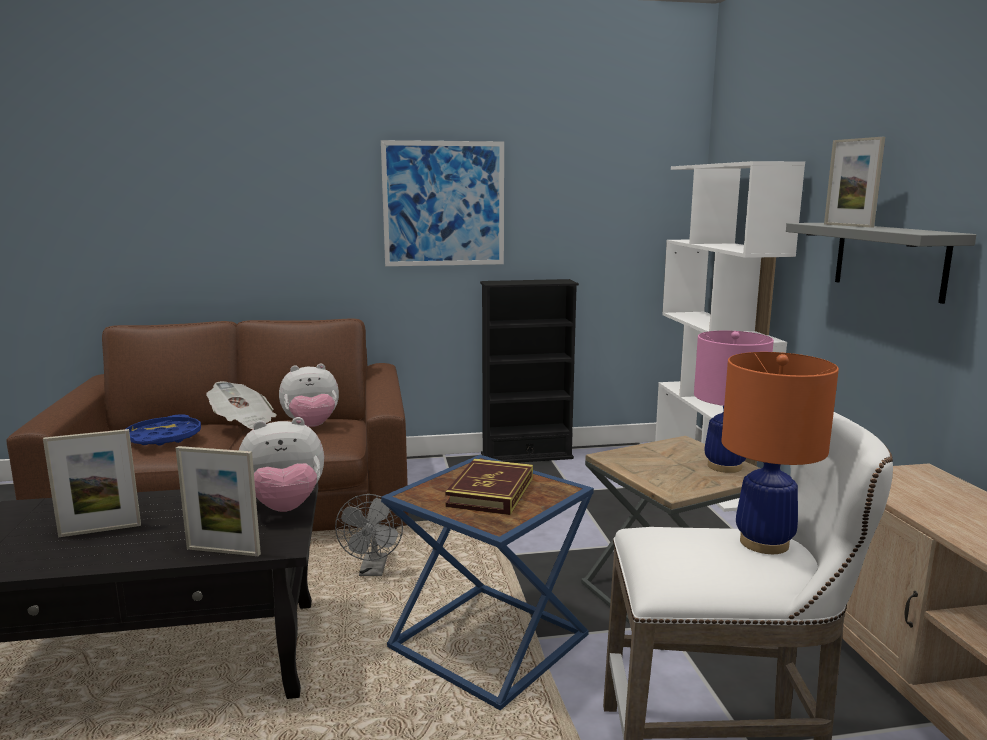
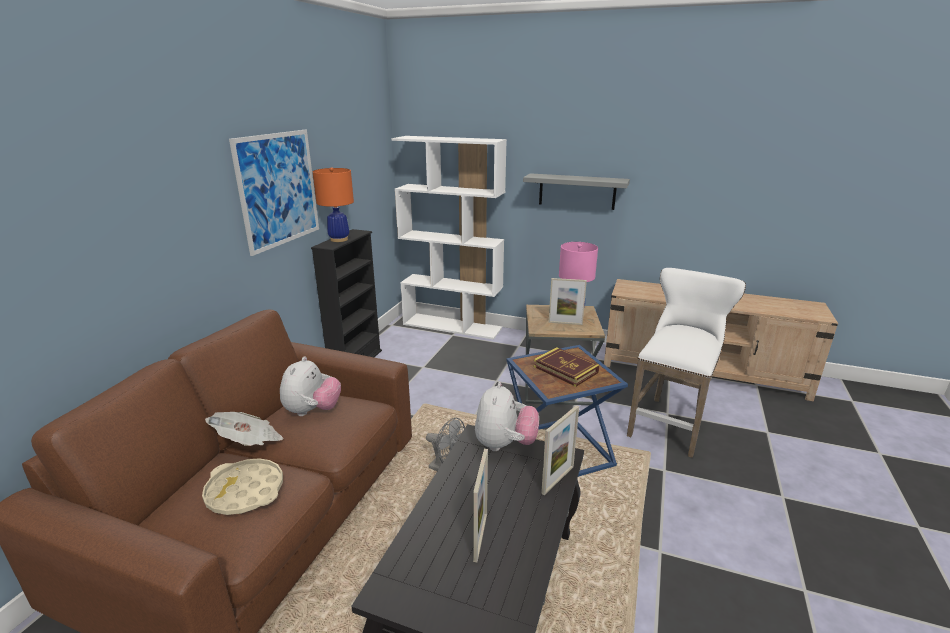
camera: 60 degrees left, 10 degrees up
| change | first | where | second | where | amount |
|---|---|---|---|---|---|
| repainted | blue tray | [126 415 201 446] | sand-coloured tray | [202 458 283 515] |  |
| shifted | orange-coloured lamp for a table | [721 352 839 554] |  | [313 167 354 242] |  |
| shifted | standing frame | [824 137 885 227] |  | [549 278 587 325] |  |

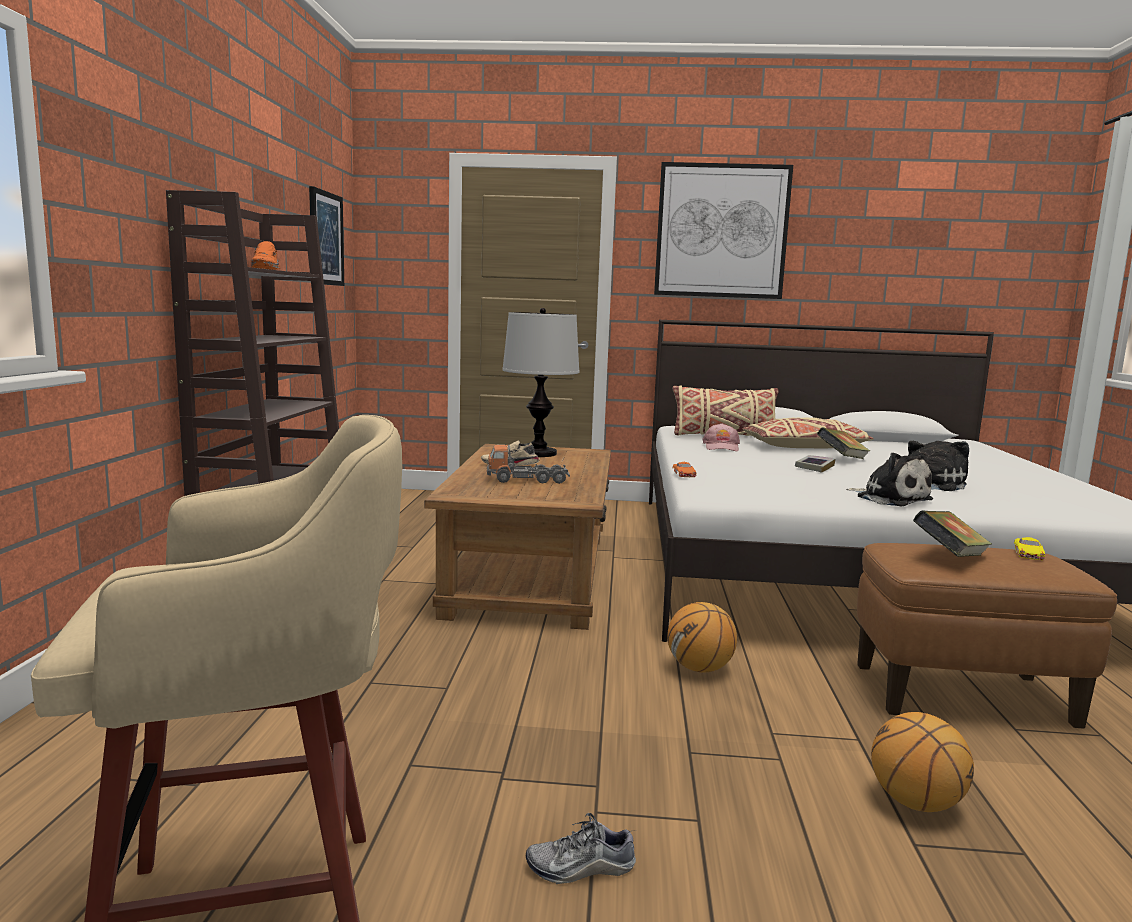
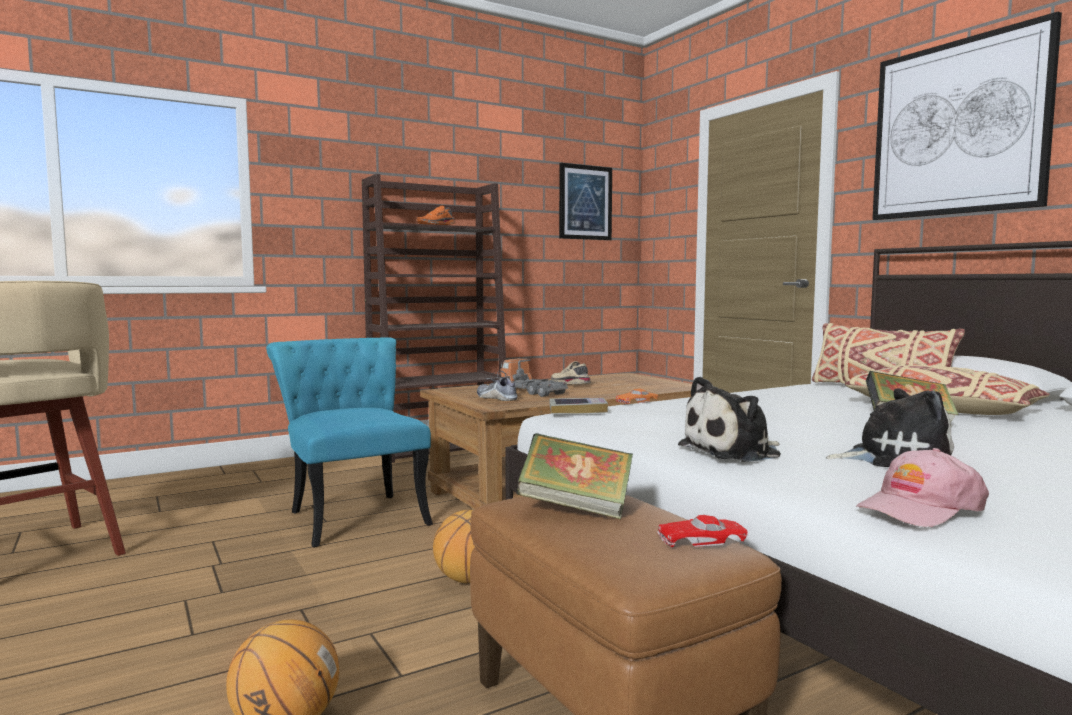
camera: 55 degrees right, 5 degrees down
| change | first | where | second | where | amount |
|---|---|---|---|---|---|
| new |  |  | blue-green upright chair | [266 337 433 547] |  |
| shifted | shoe | [526 813 636 884] |  | [477 371 517 401] |  |
| shifted | volume | [795 455 836 473] |  | [550 398 608 414] |  |
| repainted | yellow toy car | [1014 537 1045 560] | red toy car | [657 515 748 548] |  |
| rotated | plush toy | [846 452 933 507] |  | [678 376 781 462] | 45 degrees clockwise |
| shifted | pinkish peaked cap | [702 423 740 451] |  | [856 448 989 527] |  |
| gone | lamp for a table | [502 308 580 457] |  |  |  |

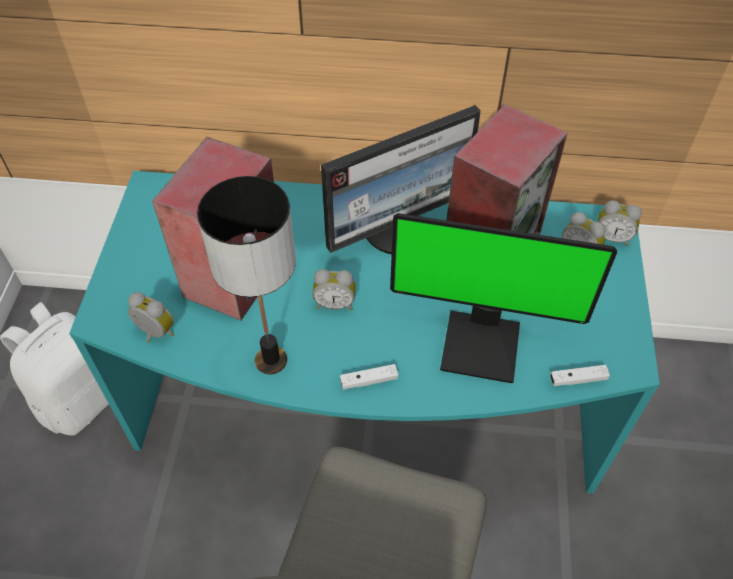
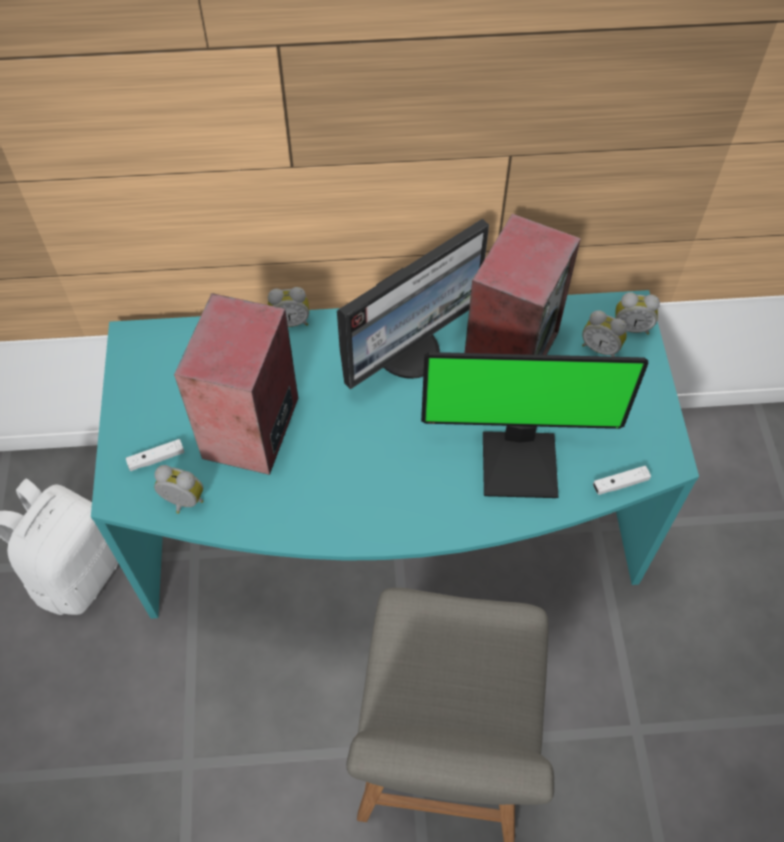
camera: 10 degrees left, 5 degrees up
| change | first | where | second | where | amount |
|---|---|---|---|---|---|
| shifted | whitish game controller | [340 364 398 390] |  | [126 439 184 471] |  |
| shifted | alarm clock | [312 269 356 310] |  | [268 287 309 327] |  |
| gone | lamp for a table | [197 176 296 374] |  |  |  |

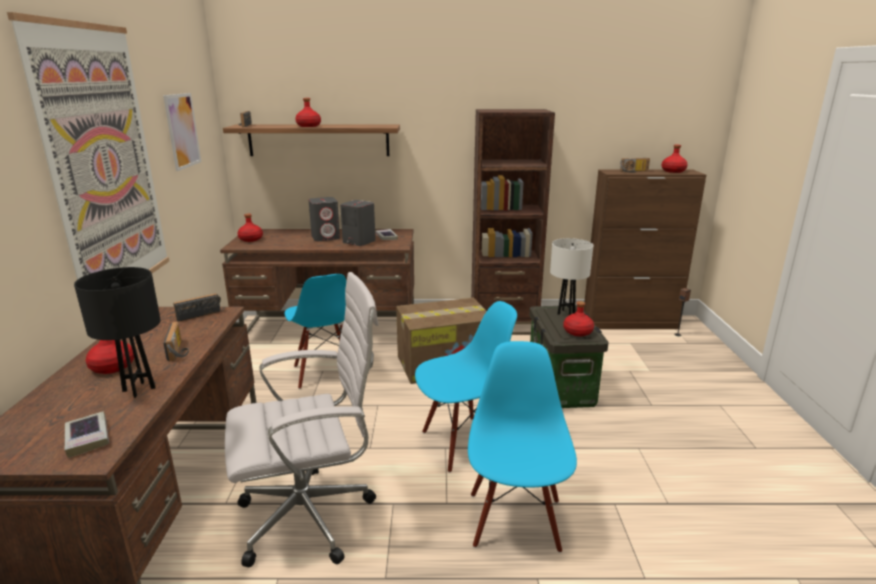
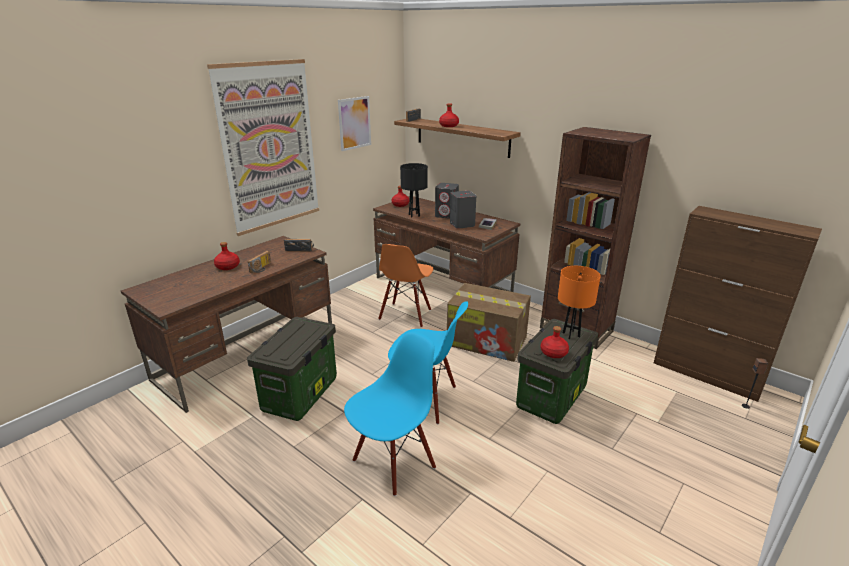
camera: 40 degrees right, 5 degrees up
| change | first | where | second | where | amount |
|---|---|---|---|---|---|
| swapped | whitish computer chair | [225 272 378 567] | storage container | [247 317 337 421] |  |
| repainted | blue upright chair | [285 274 346 389] | orange-coloured upright chair | [378 244 433 328] |  |
| shifted | blackish lamp for a table | [74 267 161 398] |  | [400 163 428 217] |  |
| repainted | whitish lamp for a table | [550 238 593 315] | orange-coloured lamp for a table | [558 266 601 339] |  |
| gone | volume | [64 411 109 458] |  |  |  |
| gone | radio receiver | [620 158 650 173] |  |  |  |
| gone | red drink bottle | [661 145 688 173] |  |  |  |

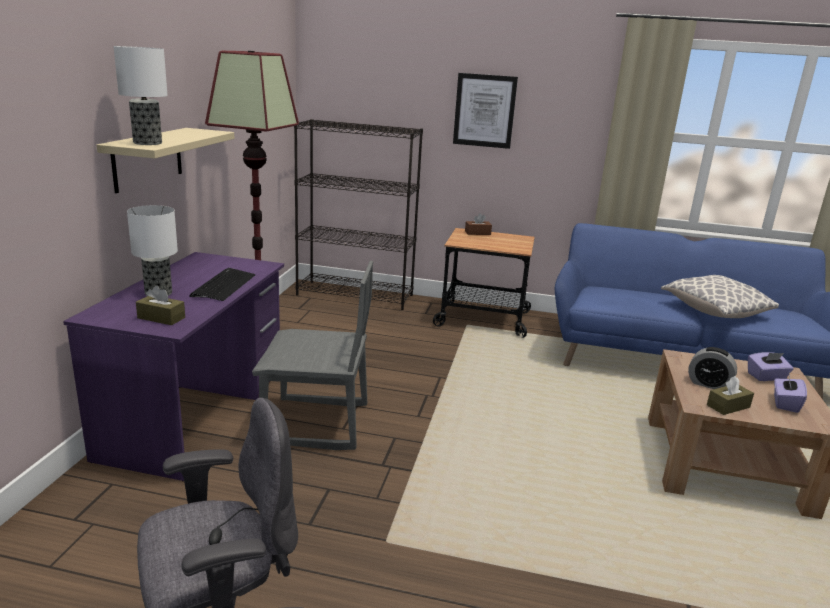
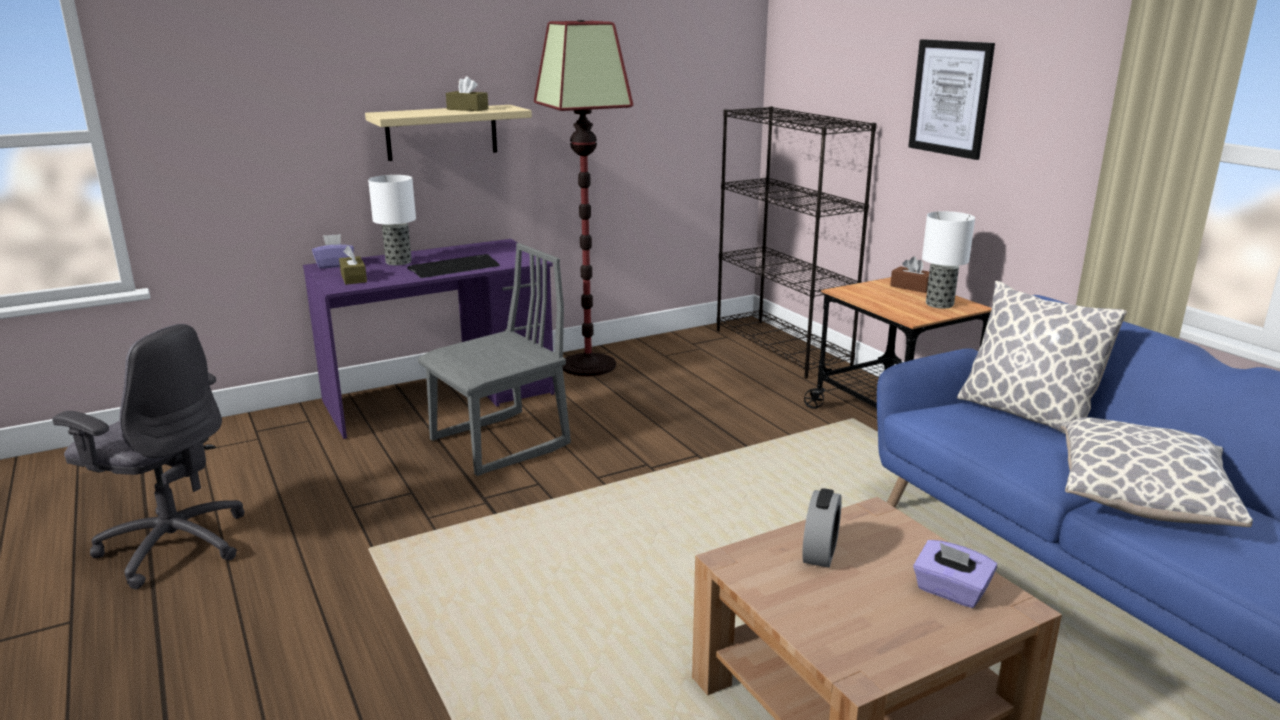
camera: 50 degrees right, 0 degrees up
| change | first | where | second | where | amount |
|---|---|---|---|---|---|
| shifted | purple box of tissues | [774 374 807 413] |  | [312 234 354 268] |  |
| rotated | gray upright chair | [252 261 373 450] |  | [418 243 571 476] | 90 degrees counterclockwise |
| shifted | brown box of tissues | [707 376 754 415] |  | [446 76 488 111] |  |
| rotated | alarm clock | [688 347 737 389] |  | [802 488 842 568] | 150 degrees counterclockwise |
| shifted | lamp for a table | [113 46 168 145] |  | [922 211 975 308] |  |
| new |  |  | cushion | [957 281 1127 434] |  |

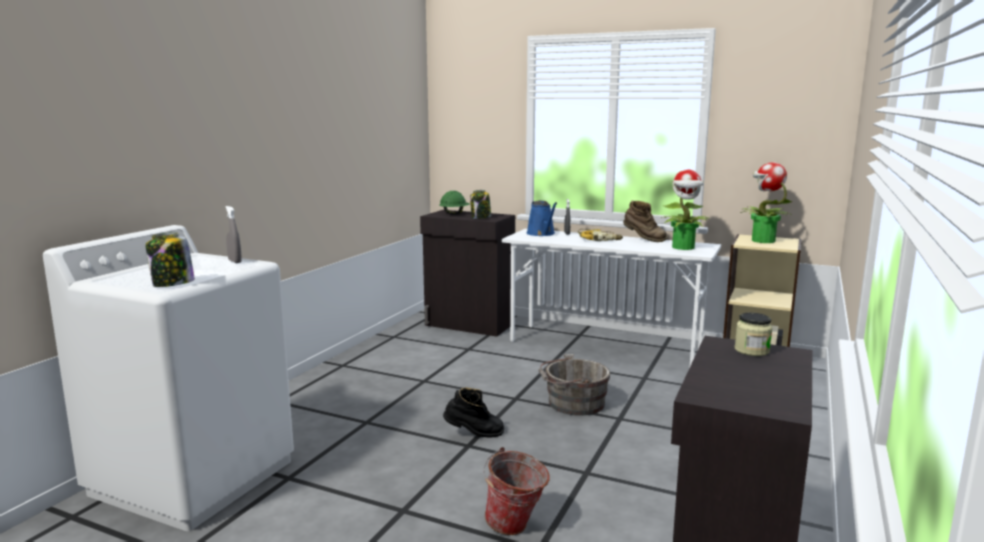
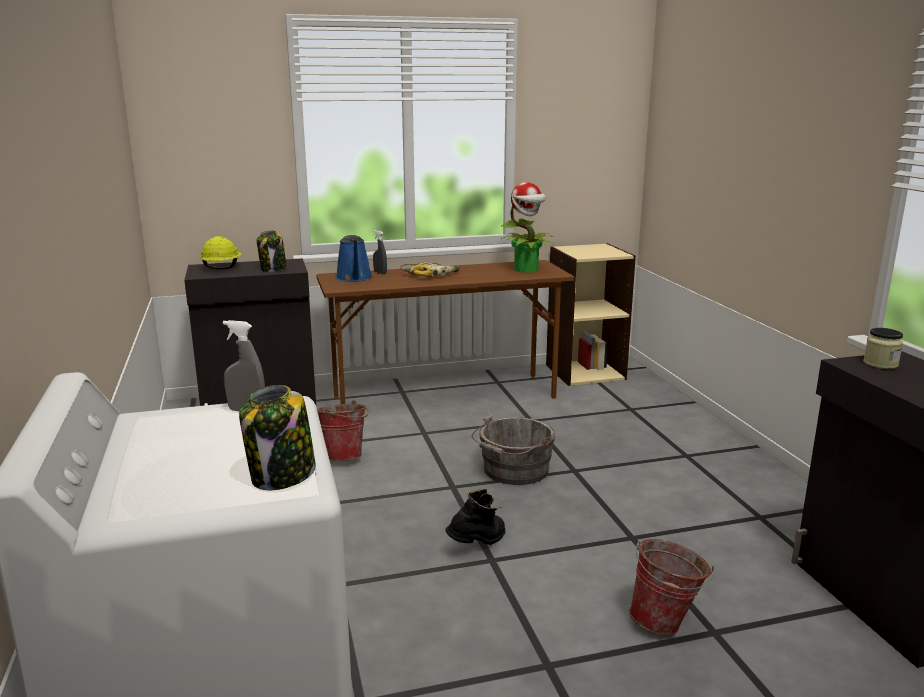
camera: 40 degrees left, 5 degrees up
| change | first | where | second | where | amount |
|---|---|---|---|---|---|
| repainted | greenish hard hat | [439 191 470 214] | yellow hard hat | [200 236 241 269] |  |
| repainted | whitish desk table | [502 228 721 368] | brown desk table | [316 260 574 404] |  |
| new |  |  | water bucket | [317 401 370 461] |  |
| rotated | blue watering pot | [526 200 557 236] |  | [336 235 373 282] | 45 degrees clockwise |
| gone | brown boot | [623 200 667 242] |  |  |  |
| gone | houseplant | [740 162 792 243] |  |  |  |

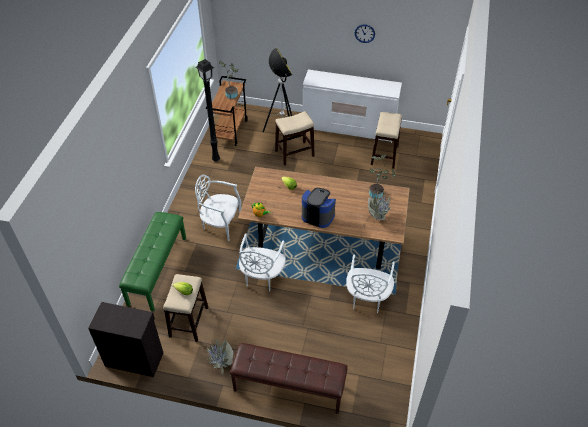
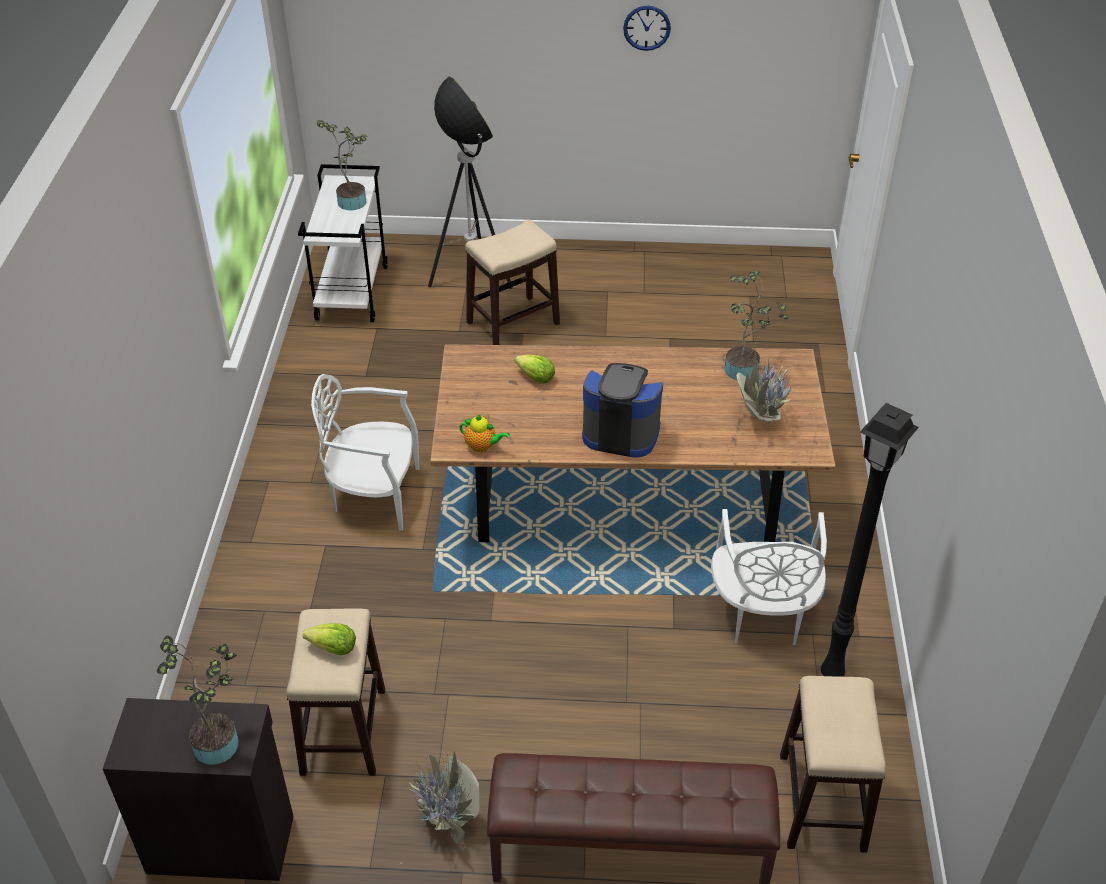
camera: 10 degrees left, 5 degrees down
| change | first | where | second | where | amount |
|---|---|---|---|---|---|
| new |  |  | houseplant | [157 635 239 765] |  |
| repainted | brown wheeled cart | [206 76 248 146] | whitish wheeled cart | [298 164 388 322] |  |
| shifted | stool seat | [371 112 402 169] |  | [780 676 886 853] |  |
| shifted | blackish floor lamp | [196 59 220 162] |  | [821 403 919 677] |  |
| gone | greenish bench | [119 212 186 312] |  |  |  |
| gone | whitish upright chair | [239 233 286 292] |  |  |  |
| gone | whitish chest of drawers | [303 70 402 143] |  |  |  |

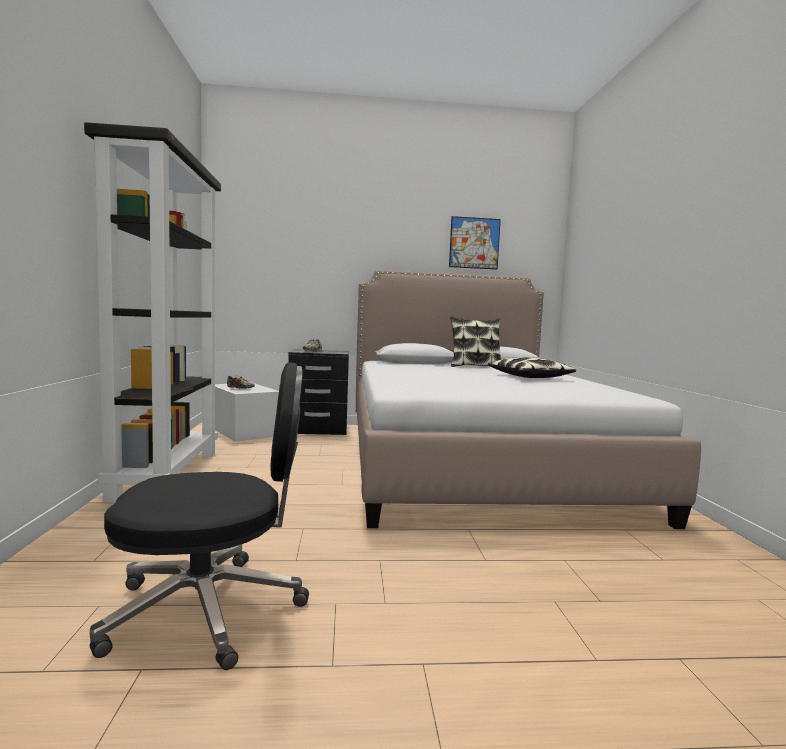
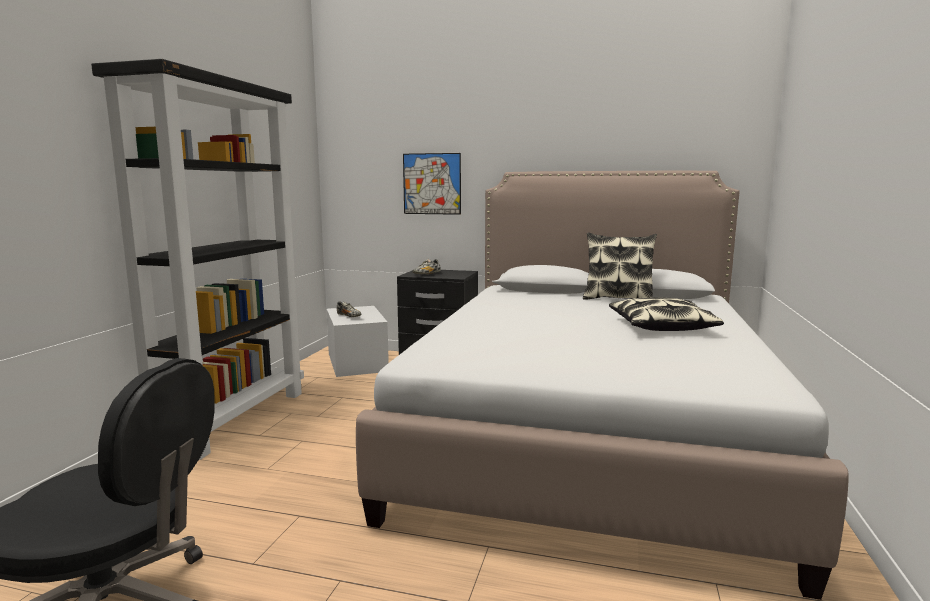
camera: 20 degrees right, 5 degrees up
| change | first | where | second | where | amount |
|---|---|---|---|---|---|
| shifted | picture | [449 216 501 269] |  | [403 153 461 215] |  |

